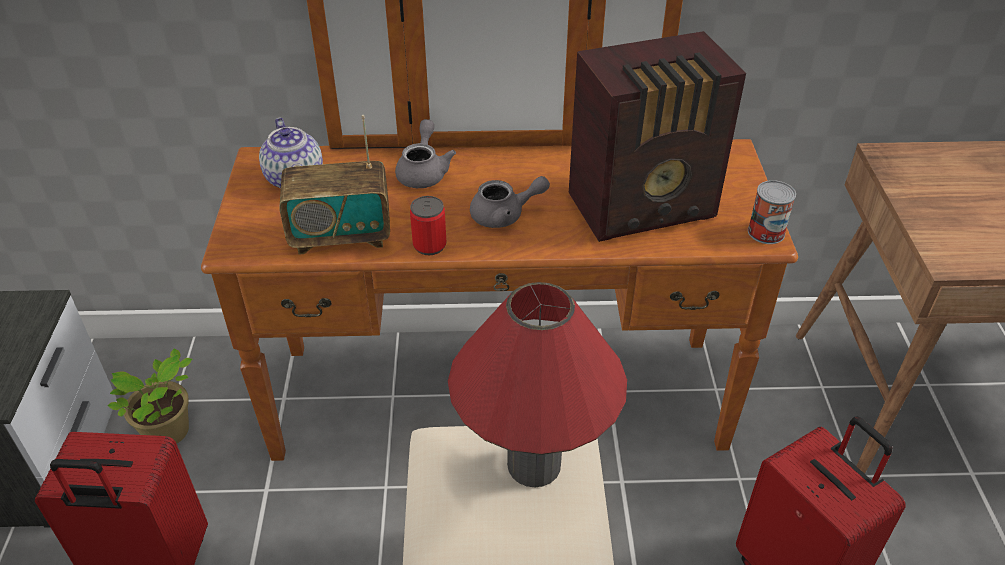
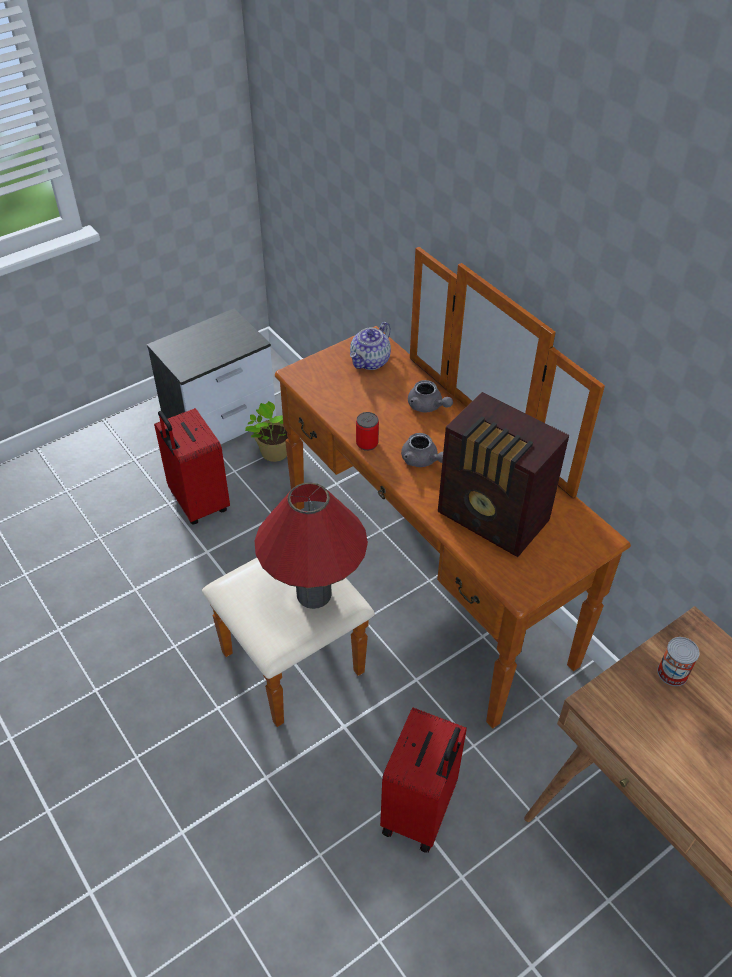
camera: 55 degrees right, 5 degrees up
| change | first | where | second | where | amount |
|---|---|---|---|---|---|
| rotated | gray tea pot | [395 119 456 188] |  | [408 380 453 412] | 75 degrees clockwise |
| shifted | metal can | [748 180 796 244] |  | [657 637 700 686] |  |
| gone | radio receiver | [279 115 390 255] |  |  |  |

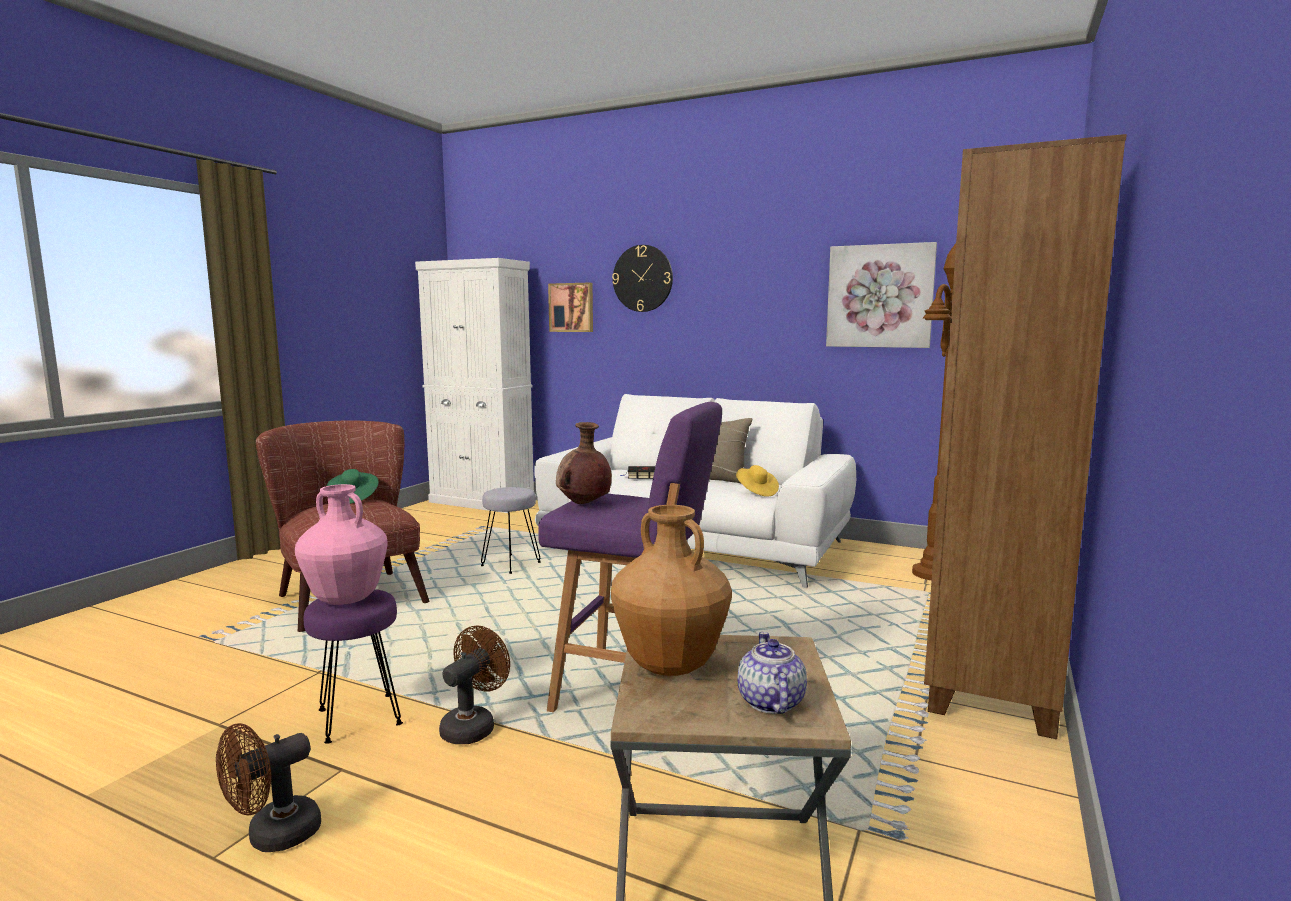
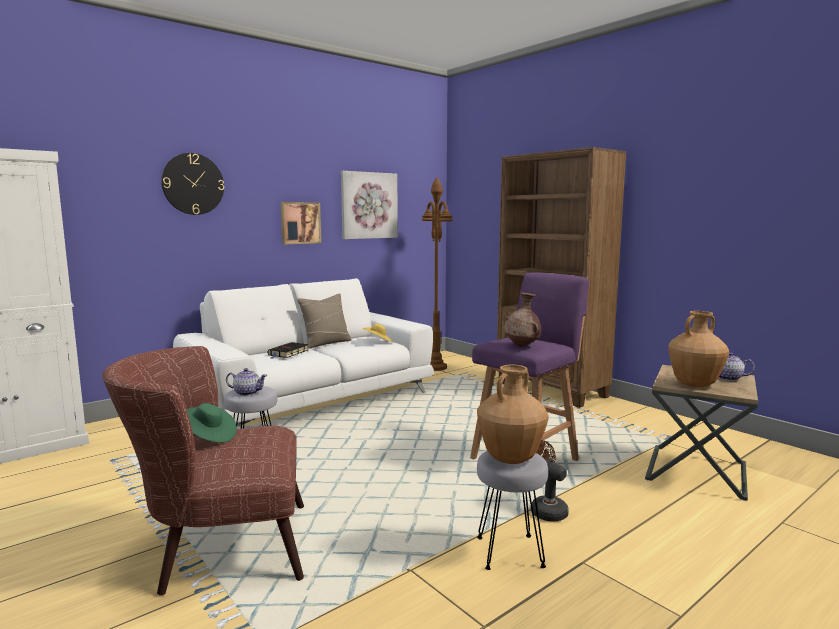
camera: 65 degrees left, 0 degrees up
| change | first | where | second | where | amount |
|---|---|---|---|---|---|
| new |  |  | tea pot | [226 368 267 396] |  |
| shifted | picture | [548 283 593 332] |  | [281 202 321 244] |  |
| repainted | pinkish flower vase | [295 484 388 605] | brown flower vase | [477 365 549 464] |  |
| repainted | purple stool seat | [304 589 403 744] | gray stool seat | [477 451 548 570] |  |
| gone | brown cooling fan | [216 723 321 852] |  |  |  |

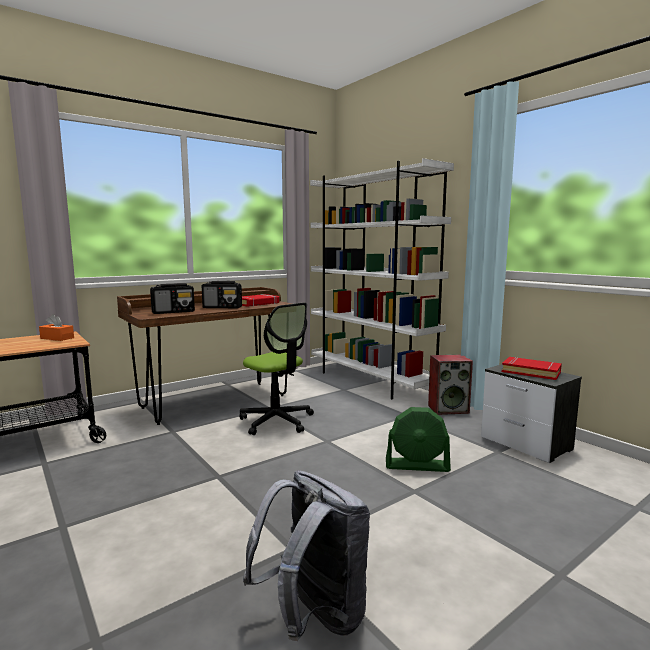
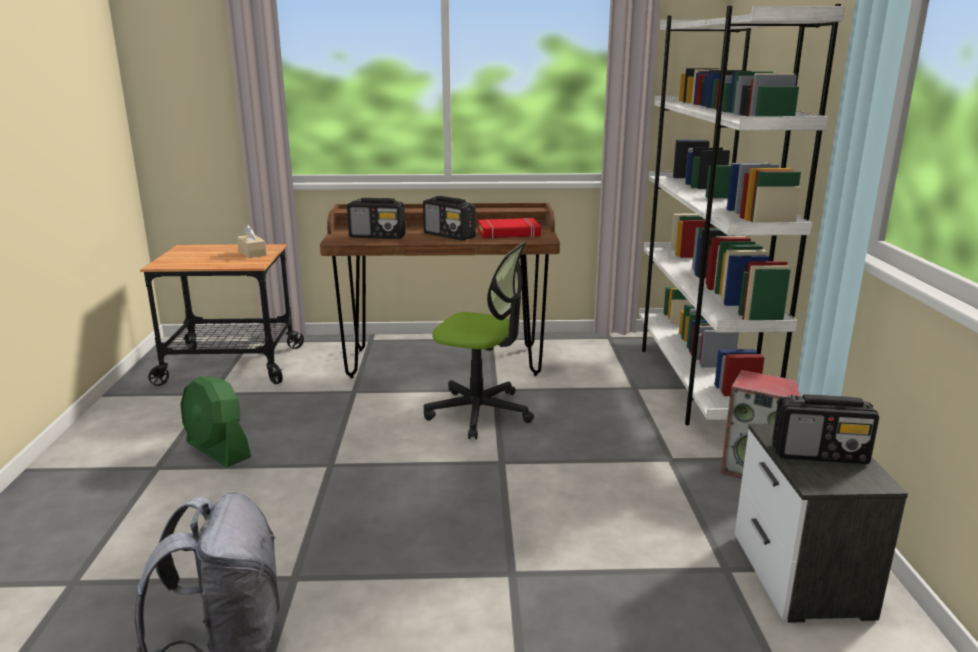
camera: 35 degrees right, 10 degrees up
| change | first | where | second | where | amount |
|---|---|---|---|---|---|
| shifted | greenish cooling fan | [386 407 451 472] |  | [181 376 251 468] |  |
| repainted | orange-coloured box of tissues | [39 314 74 341] | sand-coloured box of tissues | [237 225 267 258] |  |
| rotated | computer chair | [239 303 314 435] |  | [424 241 534 439] | 60 degrees counterclockwise |
| swapped | red volume | [502 357 562 380] | radio receiver | [772 394 879 464] |  |

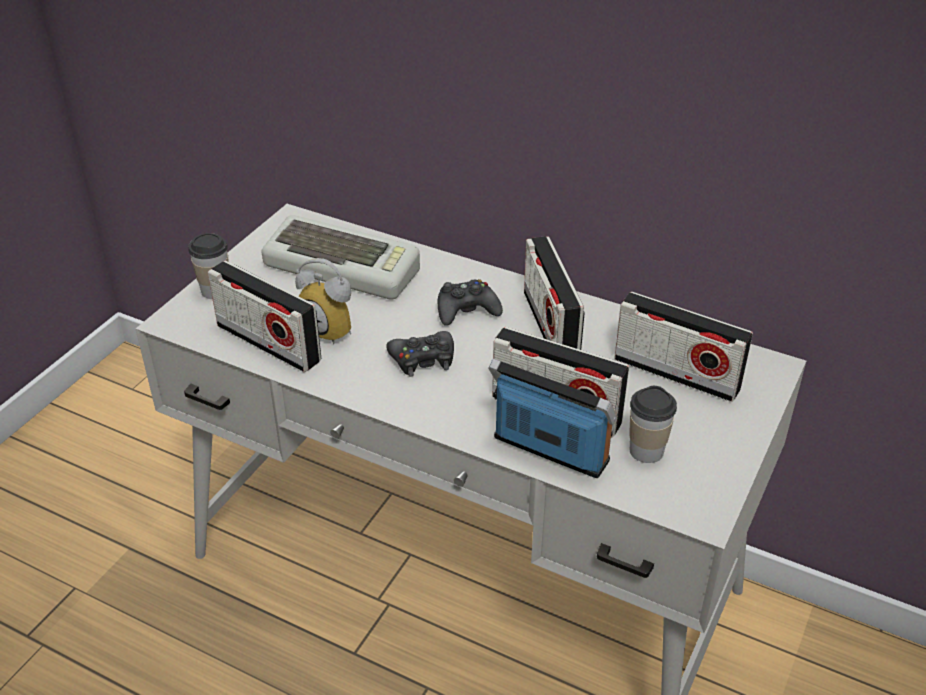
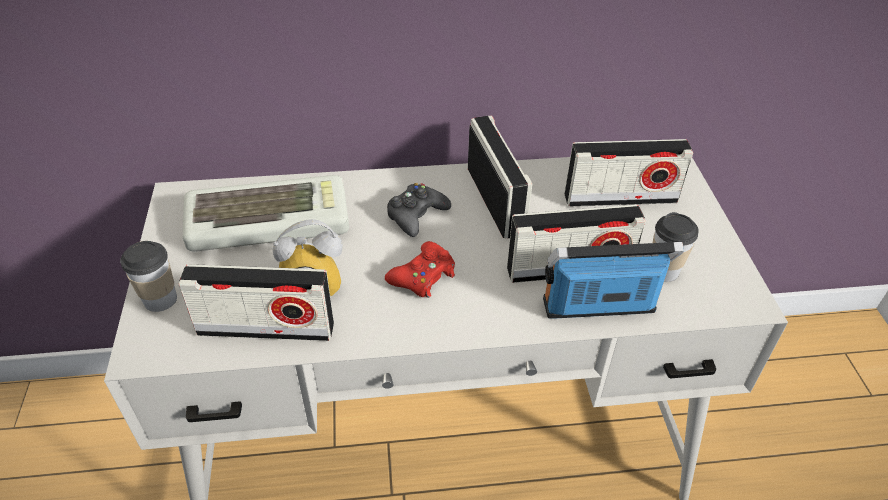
camera: 35 degrees left, 5 degrees up
| change | first | where | second | where | amount |
|---|---|---|---|---|---|
| repainted | blackish game controller | [386 331 454 377] | red game controller | [385 241 455 298] |  |
| rotated | radio receiver | [524 236 585 350] |  | [468 116 532 239] | 150 degrees counterclockwise |

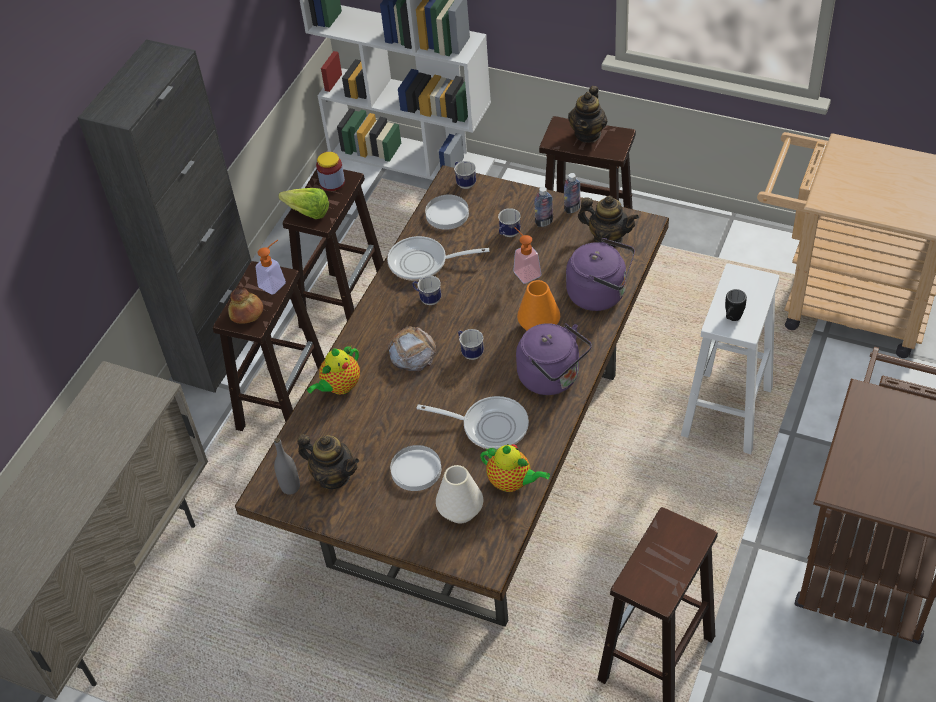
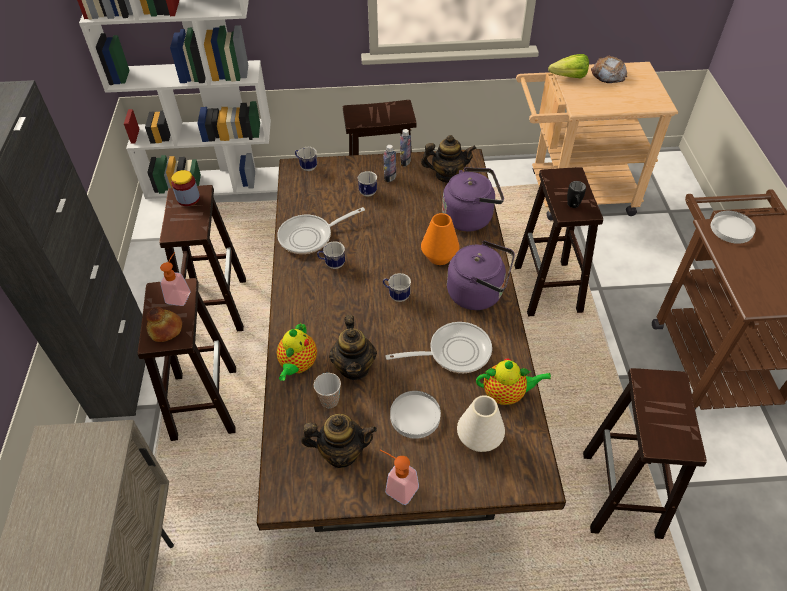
camera: 30 degrees left, 0 degrees up
| change | first | where | second | where | amount |
|---|---|---|---|---|---|
| new |  |  | drinking cup | [314 373 341 408] |  |
| shifted | tea pot | [568 86 607 143] |  | [329 315 377 380] |  |
| shifted | soap bottle | [513 227 542 284] |  | [380 449 419 505] |  |
| repainted | whitish stool seat | [681 263 779 454] | brown stool seat | [514 167 603 317] |  |
| shifted | head of lettuce | [279 188 329 219] |  | [548 54 589 78] |  |
| shifted | baked bread | [388 326 436 372] |  | [591 55 627 83] |  |
| shifted | whitish flat dish | [425 195 469 230] |  | [711 211 756 244] |  |
| gone | gray drink bottle | [274 438 300 495] |  |  |  |

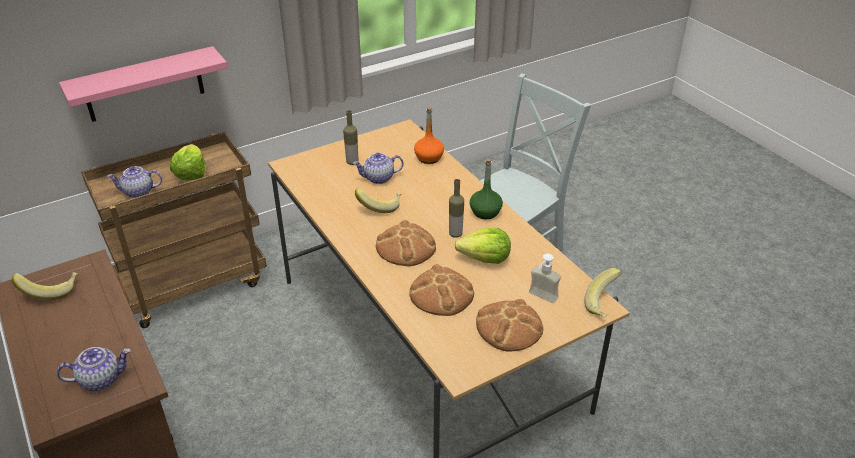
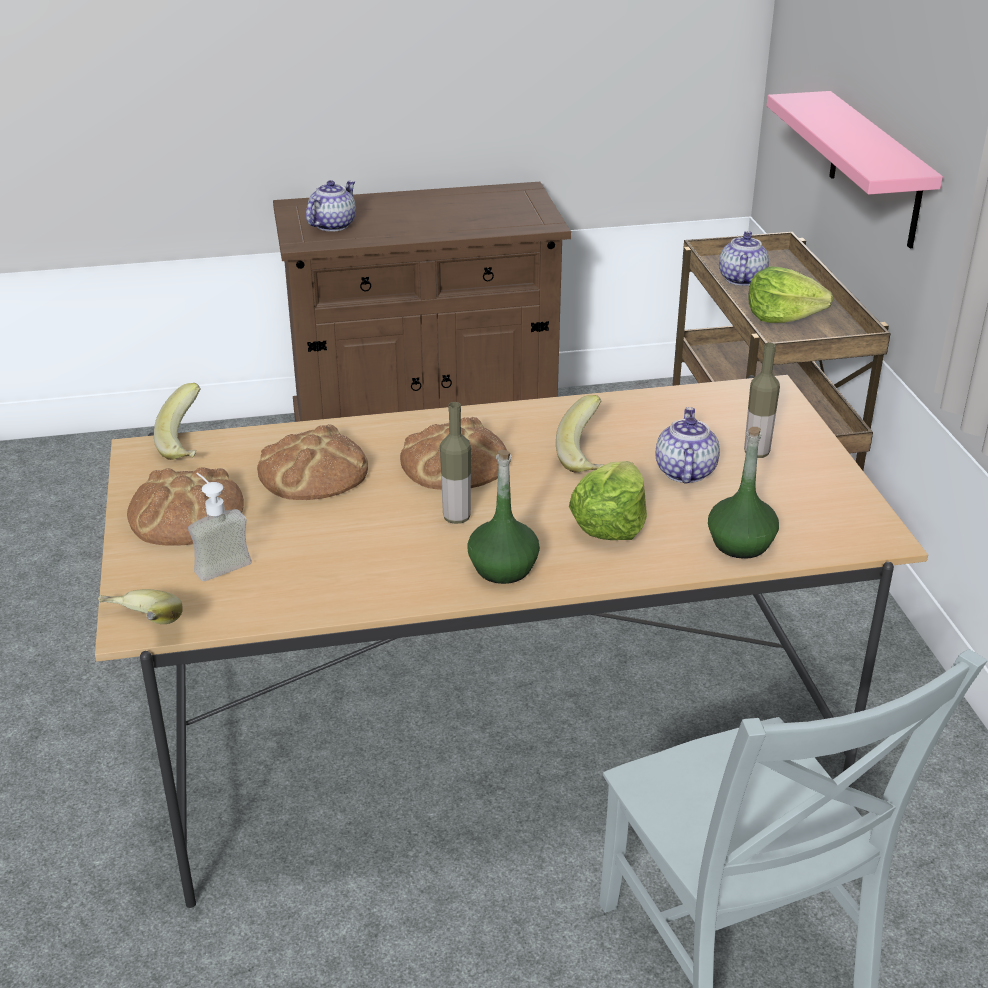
camera: 110 degrees right, 5 degrees down
| change | first | where | second | where | amount |
|---|---|---|---|---|---|
| shifted | whole banana | [12 272 78 301] |  | [154 383 201 460] |  |
| rotated | tea pot | [57 347 130 391] |  | [306 180 356 232] | 150 degrees counterclockwise |
| shifted | head of lettuce | [455 228 511 264] |  | [569 461 647 540] |  |
| repainted | orange-coloured drink bottle | [414 106 444 164] | greenish drink bottle | [708 427 779 559] |  |

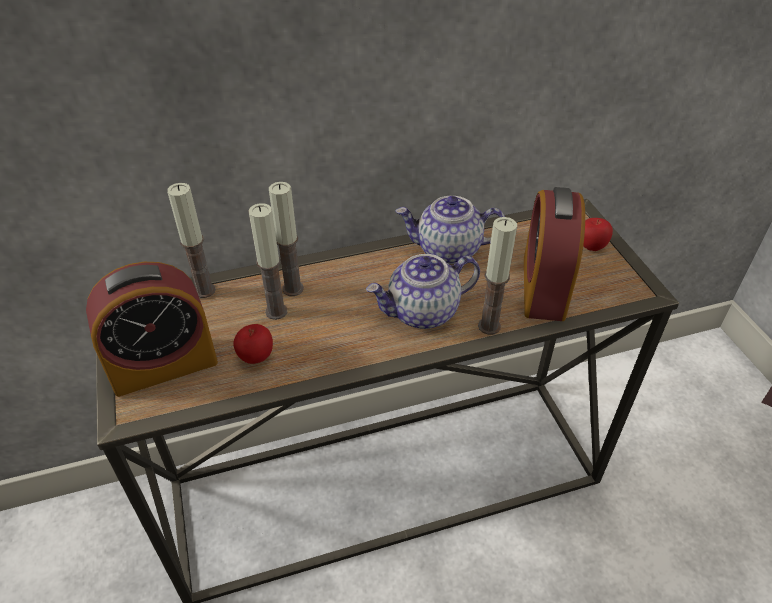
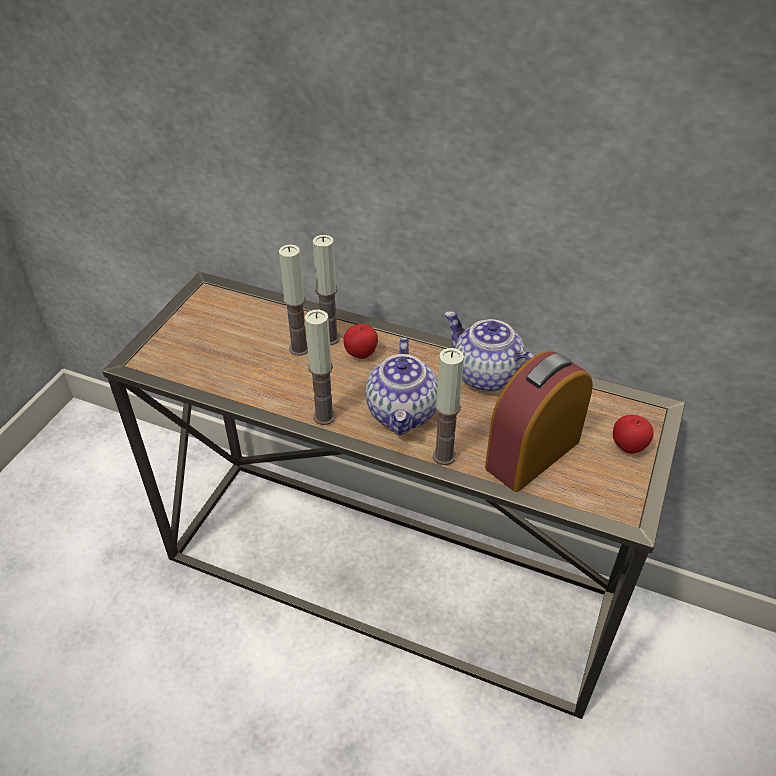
camera: 40 degrees right, 0 degrees up
| change | first | where | second | where | amount |
|---|---|---|---|---|---|
| shifted | candle | [167 183 216 298] |  | [305 310 336 425] |  |
| shifted | whole apple | [233 324 273 364] |  | [344 324 378 359] |  |
| rotated | tea pot | [366 254 480 329] |  | [366 338 438 435] | 105 degrees counterclockwise |
| gone | alarm clock | [86 262 218 397] |  |  |  |

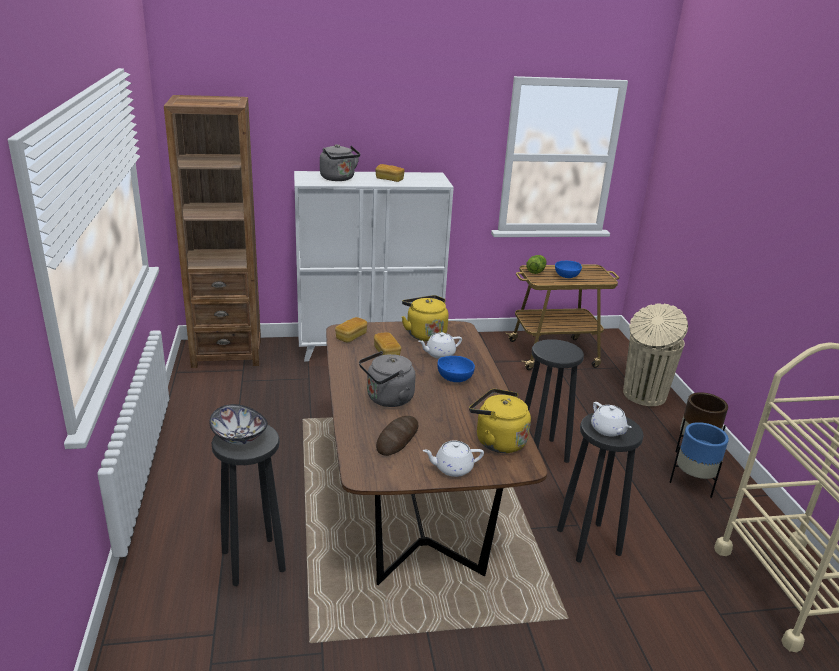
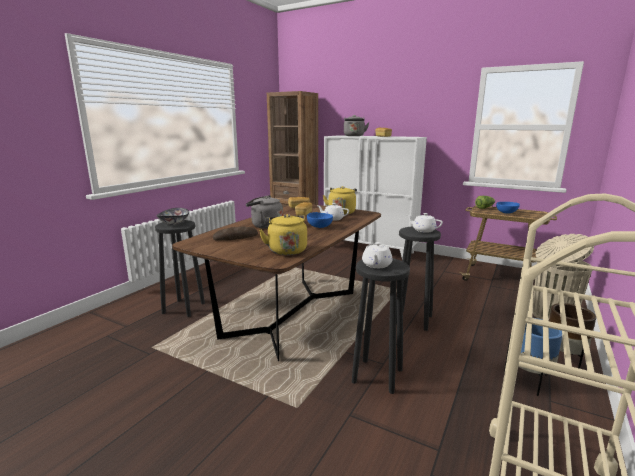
camera: 40 degrees right, 10 degrees down
| change | first | where | second | where | amount |
|---|---|---|---|---|---|
| shifted | whitish tea pot | [423 441 484 477] |  | [407 213 443 232] |  |

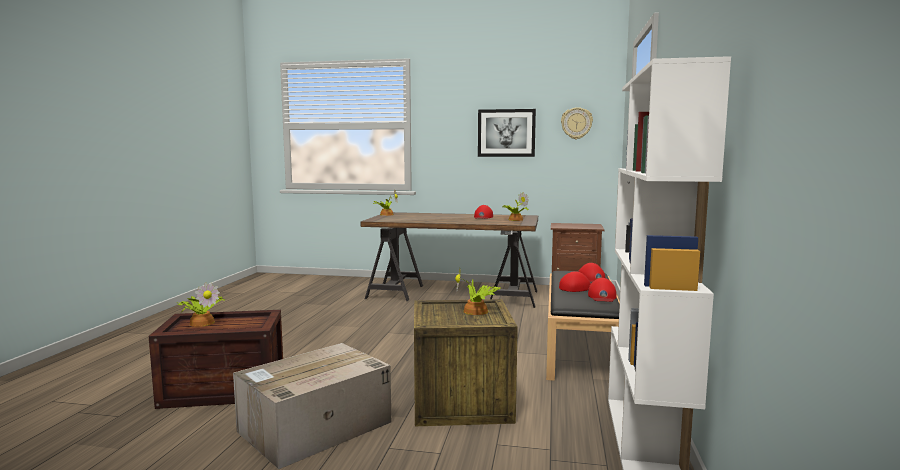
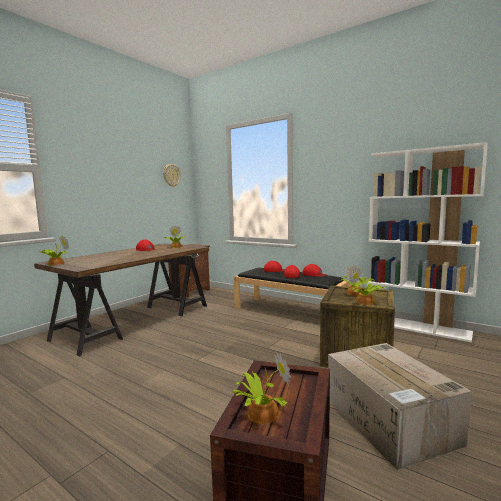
camera: 65 degrees left, 0 degrees up
| change | first | where | second | where | amount |
|---|---|---|---|---|---|
| new |  |  | houseplant | [349 267 386 305] |  |
| gone | picture | [478 109 536 157] |  |  |  |

